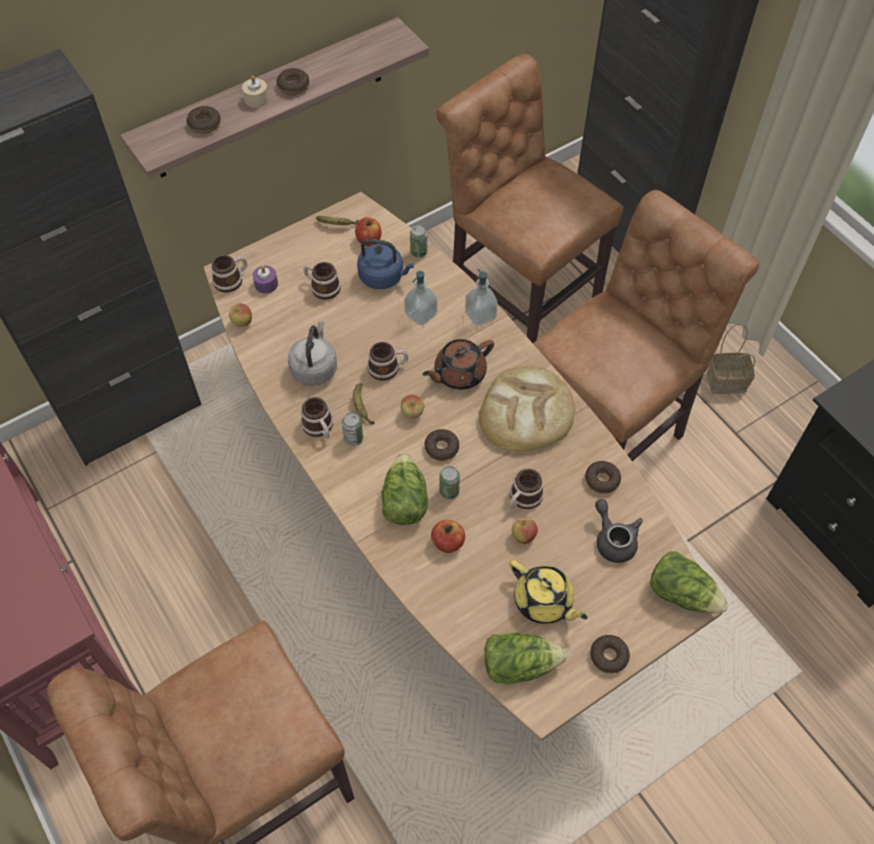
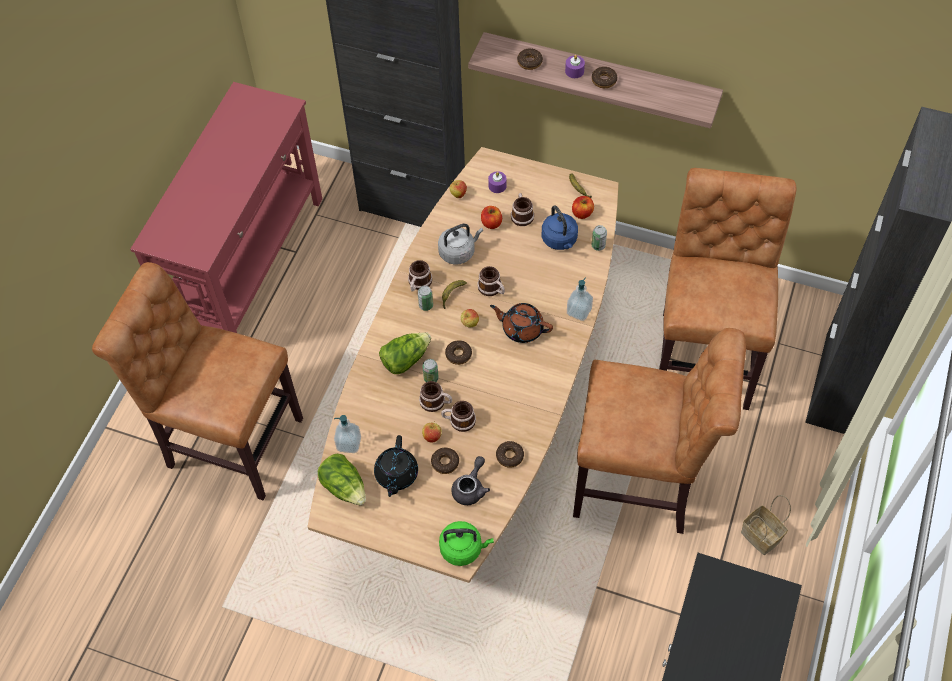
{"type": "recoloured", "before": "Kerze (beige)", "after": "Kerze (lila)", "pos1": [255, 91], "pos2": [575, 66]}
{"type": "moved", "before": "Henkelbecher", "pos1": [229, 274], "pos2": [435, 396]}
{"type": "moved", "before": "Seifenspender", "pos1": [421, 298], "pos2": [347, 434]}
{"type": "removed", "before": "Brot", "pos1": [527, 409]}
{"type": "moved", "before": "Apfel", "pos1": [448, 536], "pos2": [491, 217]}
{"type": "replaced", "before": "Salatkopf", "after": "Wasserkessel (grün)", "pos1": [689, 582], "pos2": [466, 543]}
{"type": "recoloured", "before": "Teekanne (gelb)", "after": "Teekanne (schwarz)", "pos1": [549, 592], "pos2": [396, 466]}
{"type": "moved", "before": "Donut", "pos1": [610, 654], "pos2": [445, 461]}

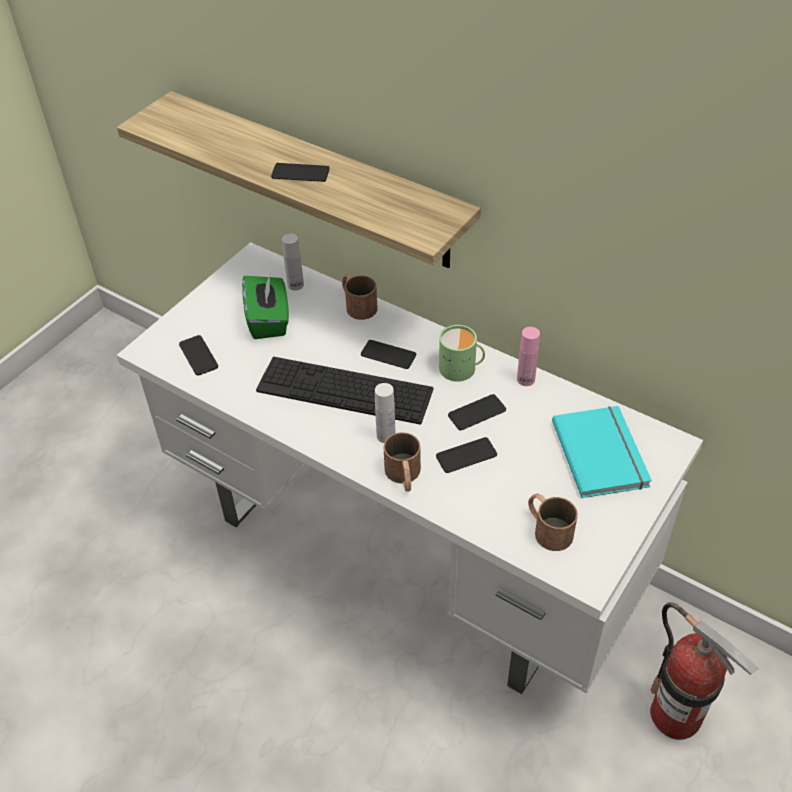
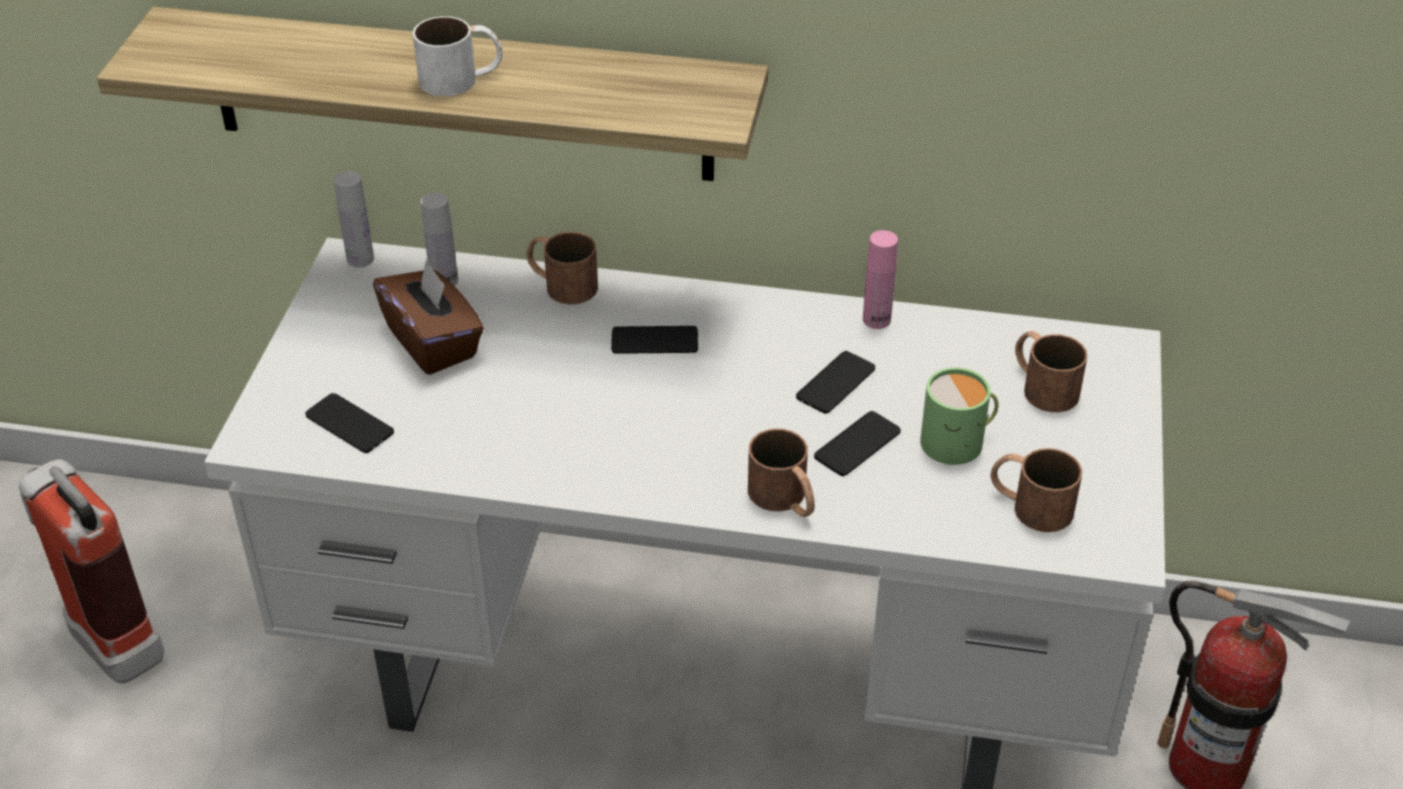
{"type": "replaced", "before": "Handy", "after": "Henkelbecher (weiß)", "pos1": [300, 172], "pos2": [458, 56]}
{"type": "recoloured", "before": "Taschentuchbox (grün)", "after": "Taschentuchbox (braun)", "pos1": [265, 306], "pos2": [428, 317]}
{"type": "moved", "before": "Henkelbecher (grün)", "pos1": [462, 353], "pos2": [959, 416]}
{"type": "removed", "before": "Tastatur", "pos1": [345, 391]}
{"type": "moved", "before": "Flasche (weiß)", "pos1": [385, 413], "pos2": [354, 219]}
{"type": "replaced", "before": "Buch (türkis)", "after": "Henkelbecher (braun)", "pos1": [602, 452], "pos2": [1051, 371]}
{"type": "added", "after": "Feuerlöscher", "pos2": [91, 571]}

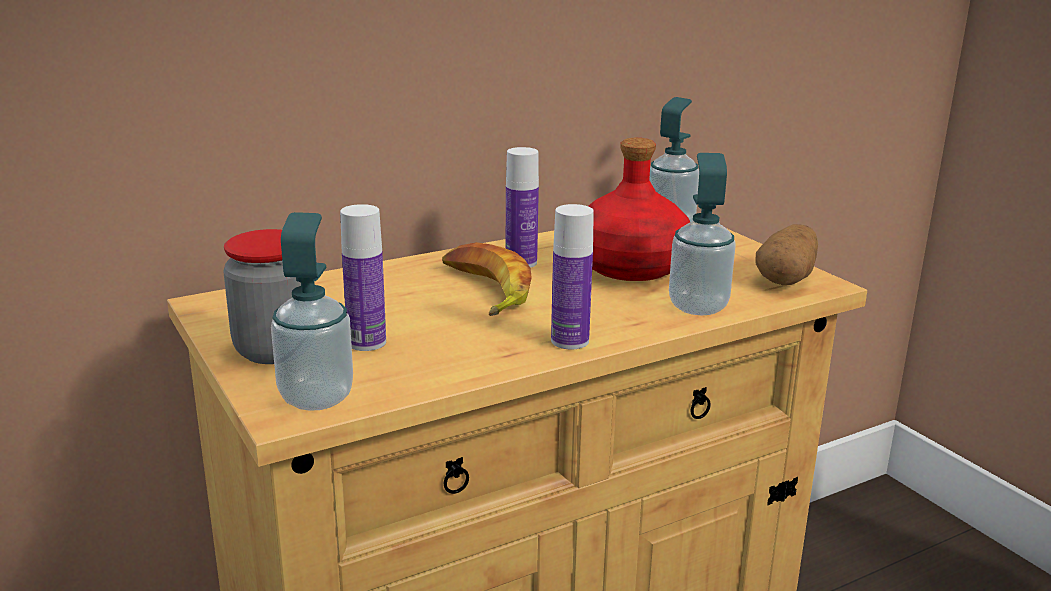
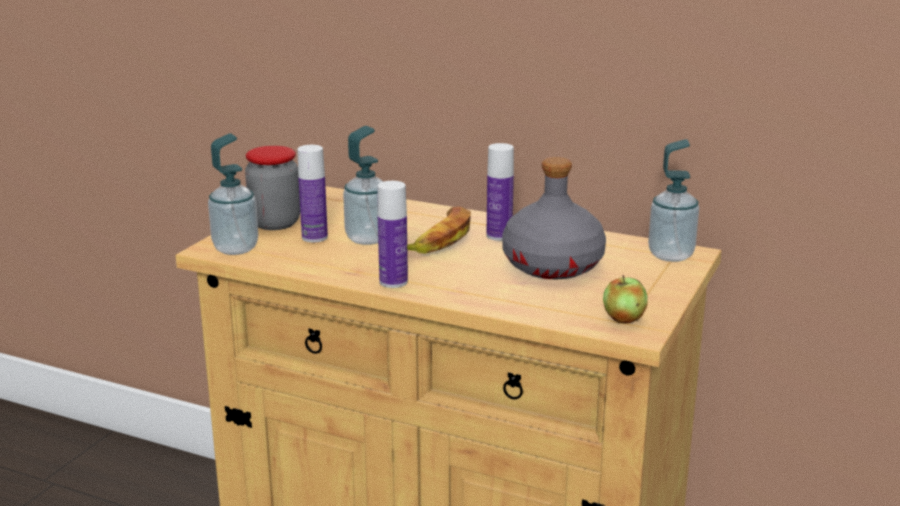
{"type": "recoloured", "before": "Flasche (rot)", "after": "Flasche (grau)", "pos1": [639, 209], "pos2": [554, 218]}
{"type": "moved", "before": "Seifenspender", "pos1": [702, 234], "pos2": [363, 185]}
{"type": "replaced", "before": "Kartoffel", "after": "Apfel", "pos1": [786, 254], "pos2": [625, 299]}

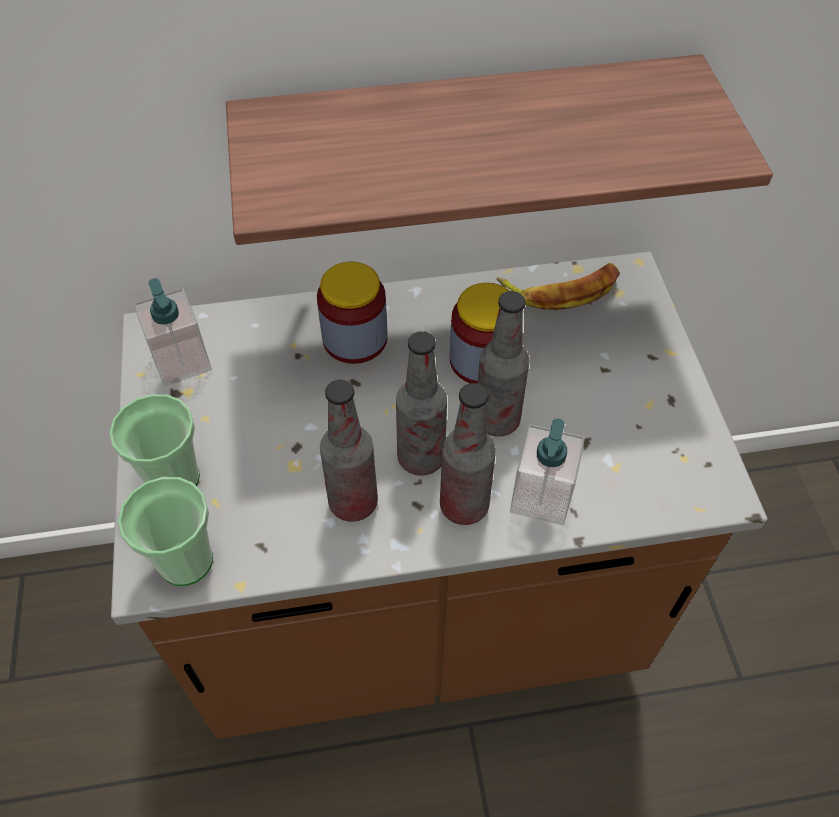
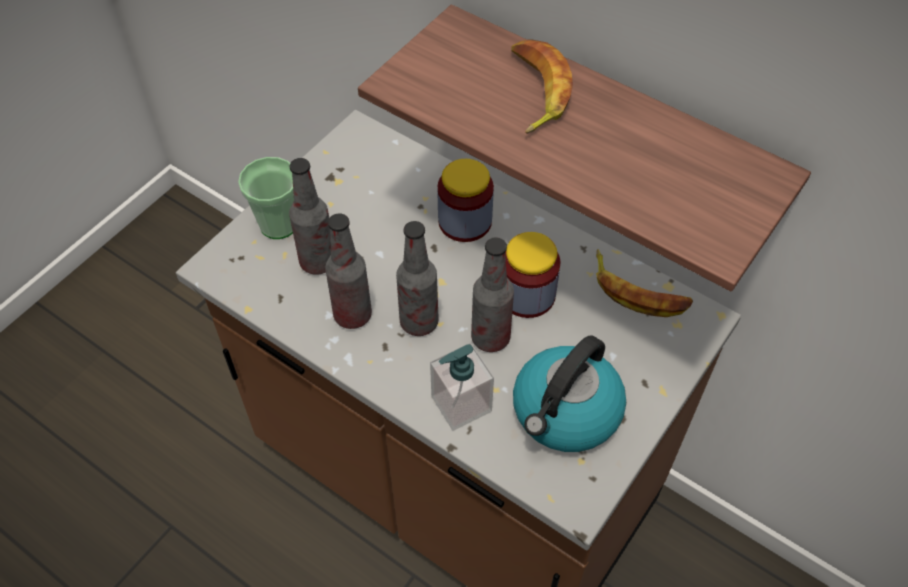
{"type": "removed", "before": "Seifenspender", "pos1": [173, 332]}
{"type": "moved", "before": "Flasche", "pos1": [468, 454], "pos2": [310, 216]}
{"type": "removed", "before": "Tasse", "pos1": [165, 531]}
{"type": "added", "after": "Banane", "pos2": [542, 86]}
{"type": "added", "after": "Wasserkessel", "pos2": [569, 394]}

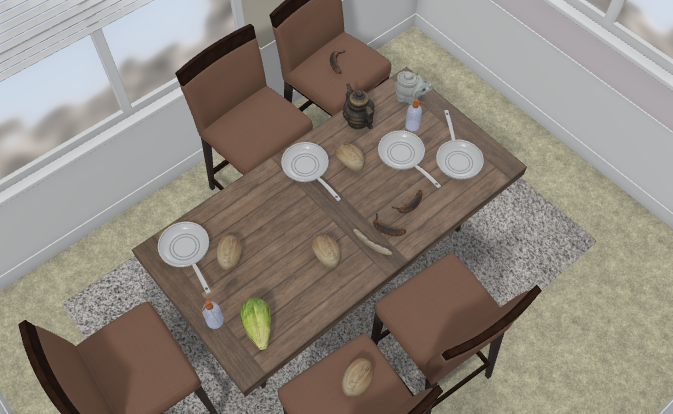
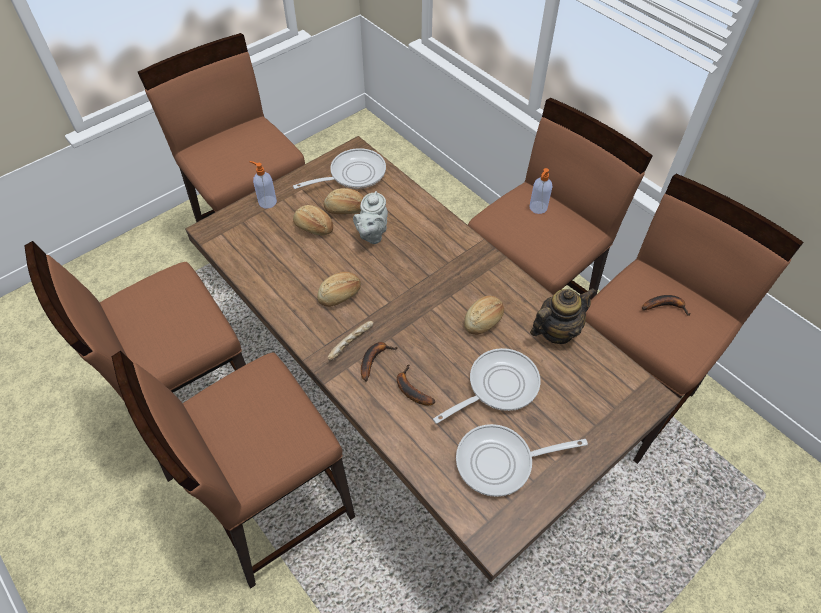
{"type": "moved", "before": "Teekanne (grau)", "pos1": [414, 88], "pos2": [370, 217]}
{"type": "moved", "before": "Seifenspender", "pos1": [414, 114], "pos2": [540, 191]}
{"type": "removed", "before": "Pfanne", "pos1": [311, 171]}
{"type": "removed", "before": "Salatkopf", "pos1": [255, 324]}
{"type": "moved", "before": "Brot", "pos1": [357, 377], "pos2": [313, 220]}

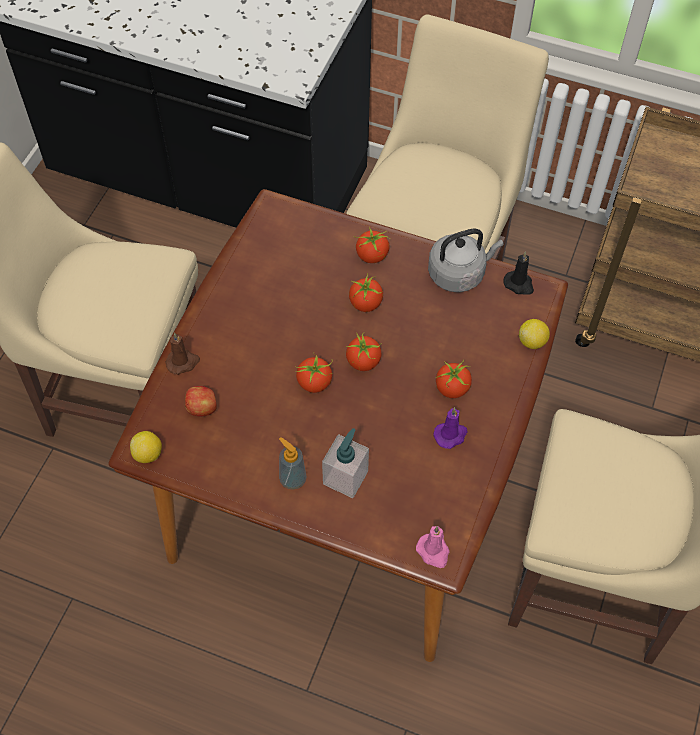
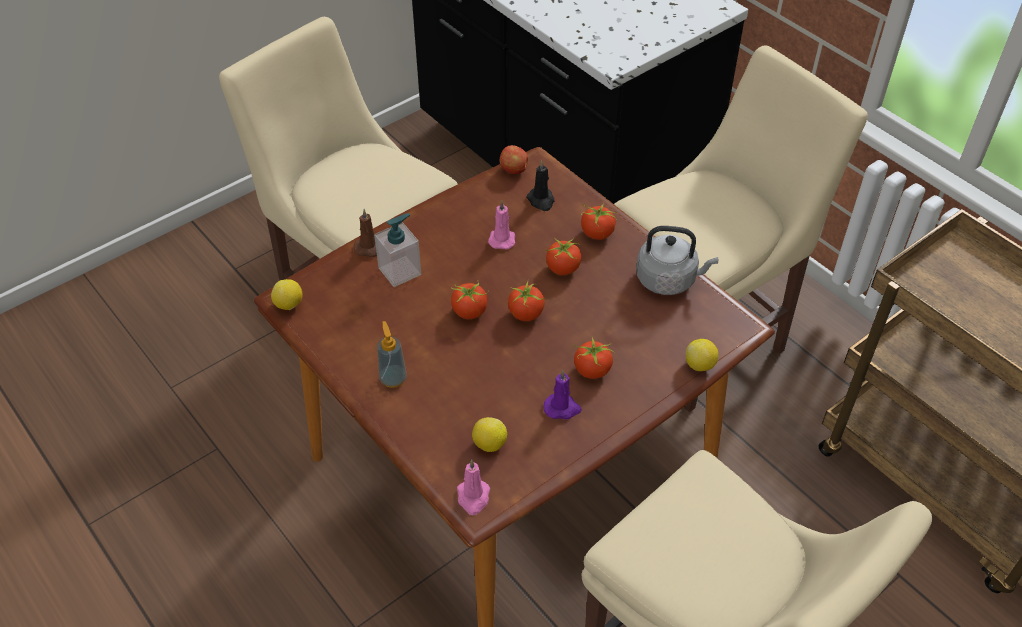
{"type": "moved", "before": "Kerze (schwarz)", "pos1": [518, 272], "pos2": [540, 186]}
{"type": "moved", "before": "Apfel", "pos1": [201, 401], "pos2": [513, 159]}
{"type": "moved", "before": "Seifenspender", "pos1": [345, 463], "pos2": [397, 250]}
{"type": "added", "after": "Kerze (rosa)", "pos2": [501, 225]}
{"type": "added", "after": "Zitrone", "pos2": [489, 434]}

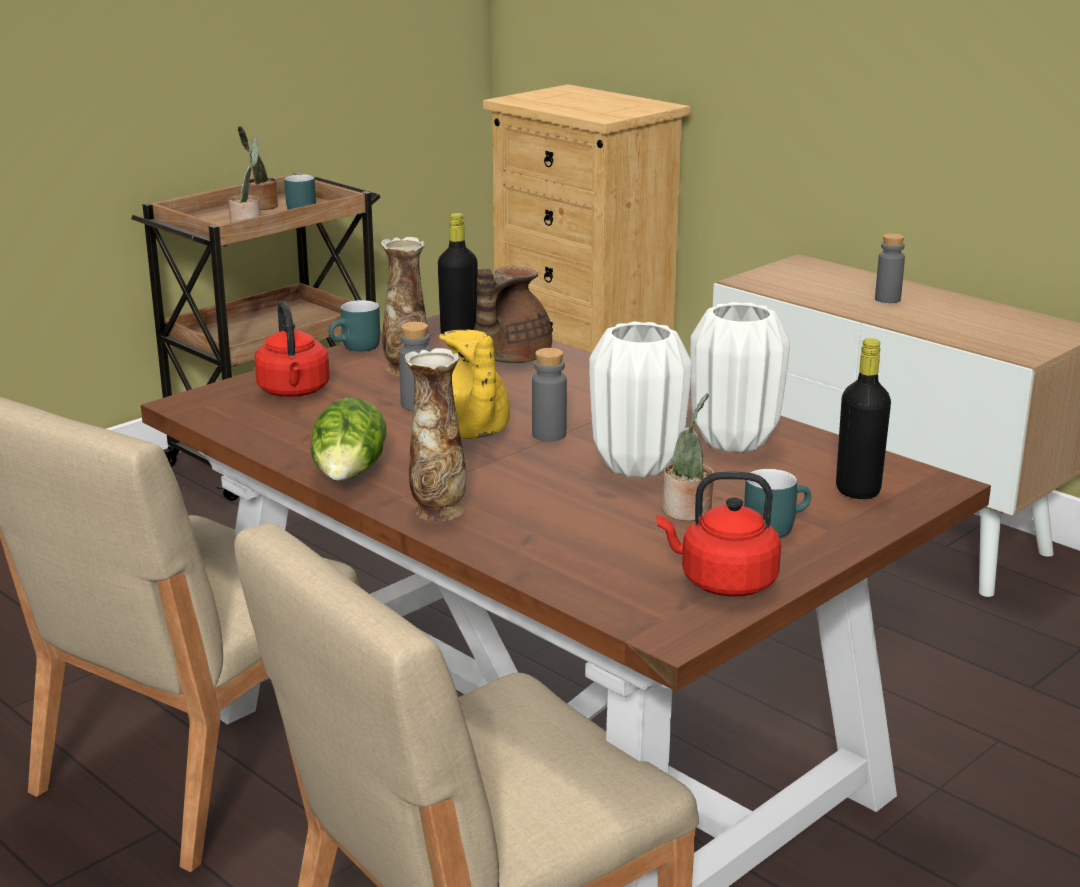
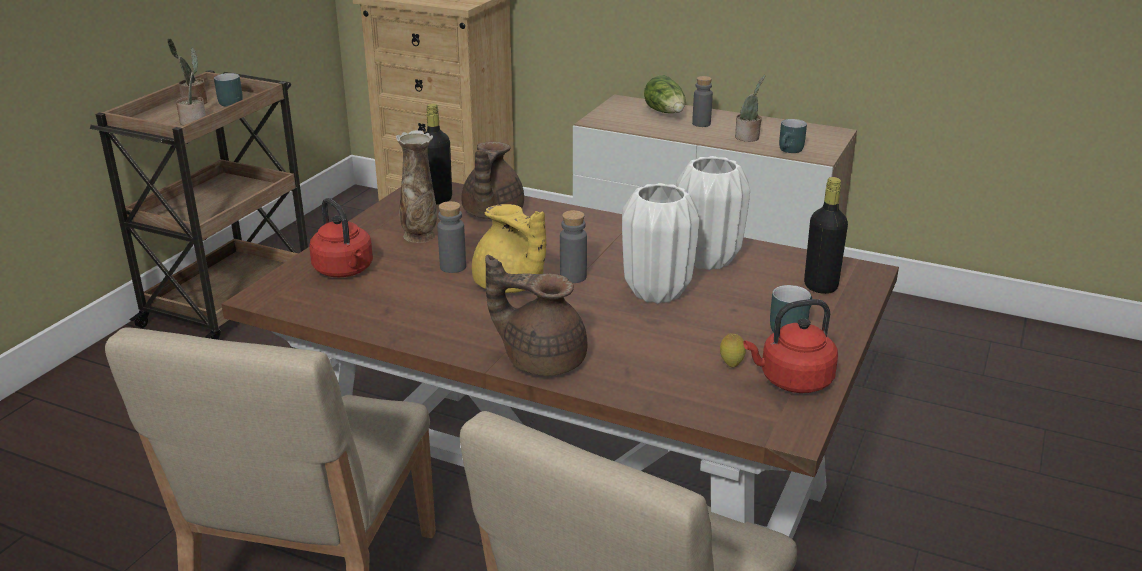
{"type": "moved", "before": "Henkelbecher (türkis)", "pos1": [354, 325], "pos2": [793, 136]}
{"type": "replaced", "before": "Vase", "after": "Teekanne (braun)", "pos1": [435, 434], "pos2": [536, 315]}
{"type": "moved", "before": "Topfpflanze", "pos1": [688, 457], "pos2": [750, 108]}
{"type": "moved", "before": "Salatkopf", "pos1": [348, 439], "pos2": [665, 94]}
{"type": "added", "after": "Zitrone", "pos2": [733, 350]}

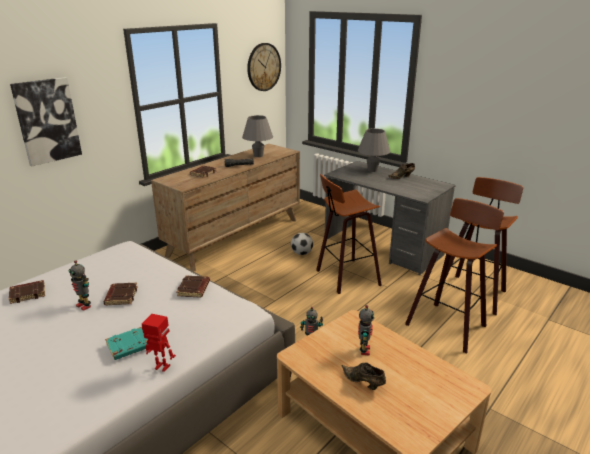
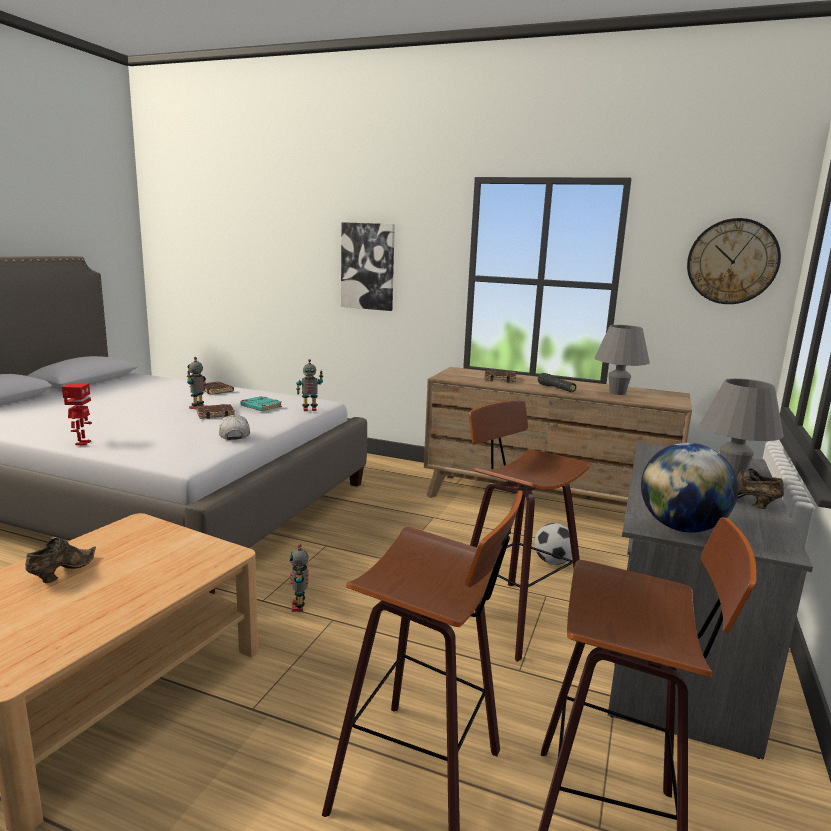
{"type": "replaced", "before": "Buch (braun)", "after": "Kappe (weiß)", "pos1": [193, 286], "pos2": [234, 427]}
{"type": "moved", "before": "Spielzeugroboter", "pos1": [366, 330], "pos2": [309, 385]}
{"type": "moved", "before": "Buch (türkis)", "pos1": [126, 343], "pos2": [261, 403]}
{"type": "added", "after": "Globus", "pos2": [689, 488]}

